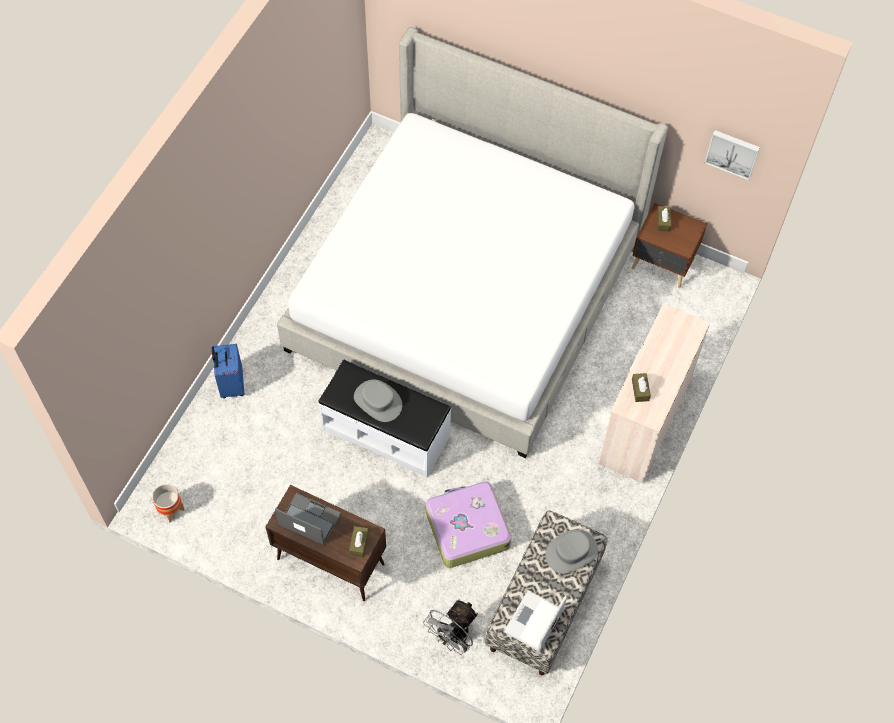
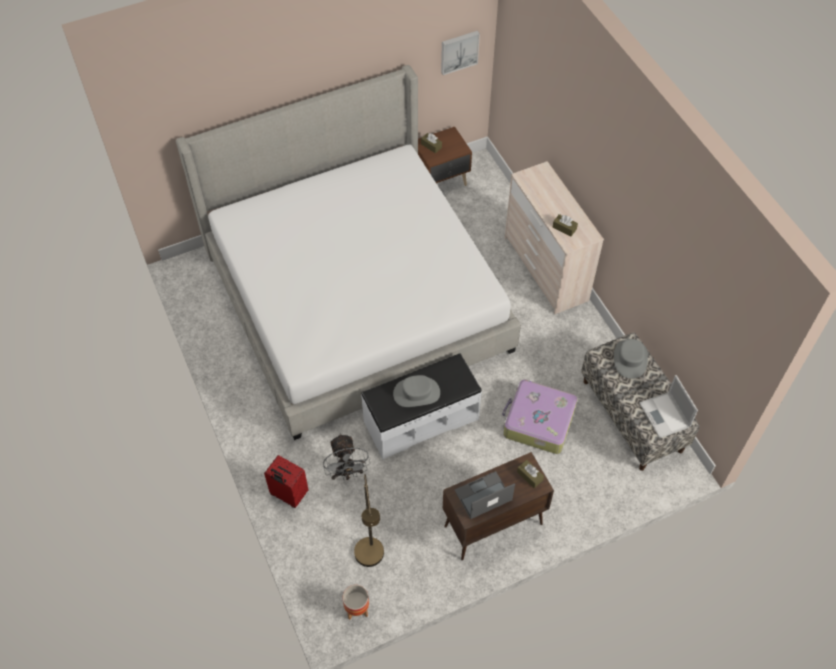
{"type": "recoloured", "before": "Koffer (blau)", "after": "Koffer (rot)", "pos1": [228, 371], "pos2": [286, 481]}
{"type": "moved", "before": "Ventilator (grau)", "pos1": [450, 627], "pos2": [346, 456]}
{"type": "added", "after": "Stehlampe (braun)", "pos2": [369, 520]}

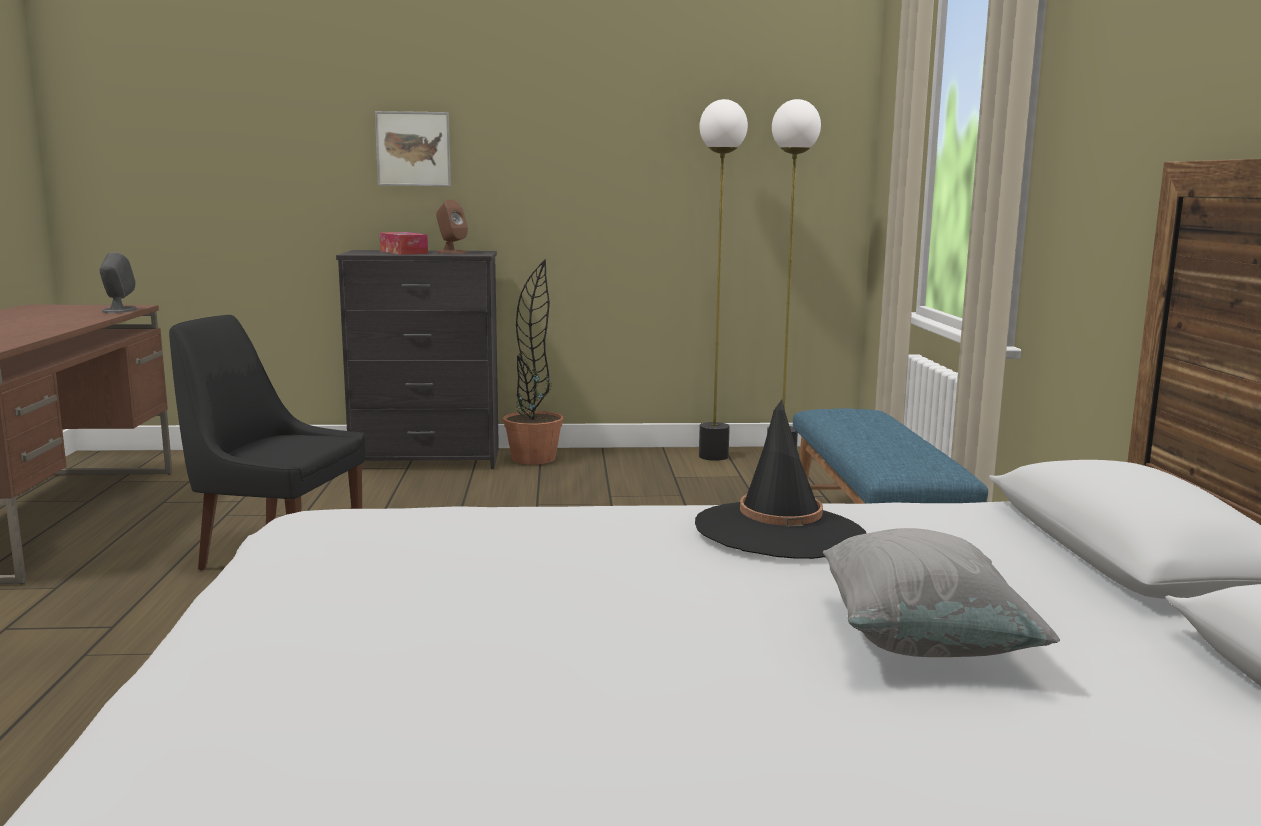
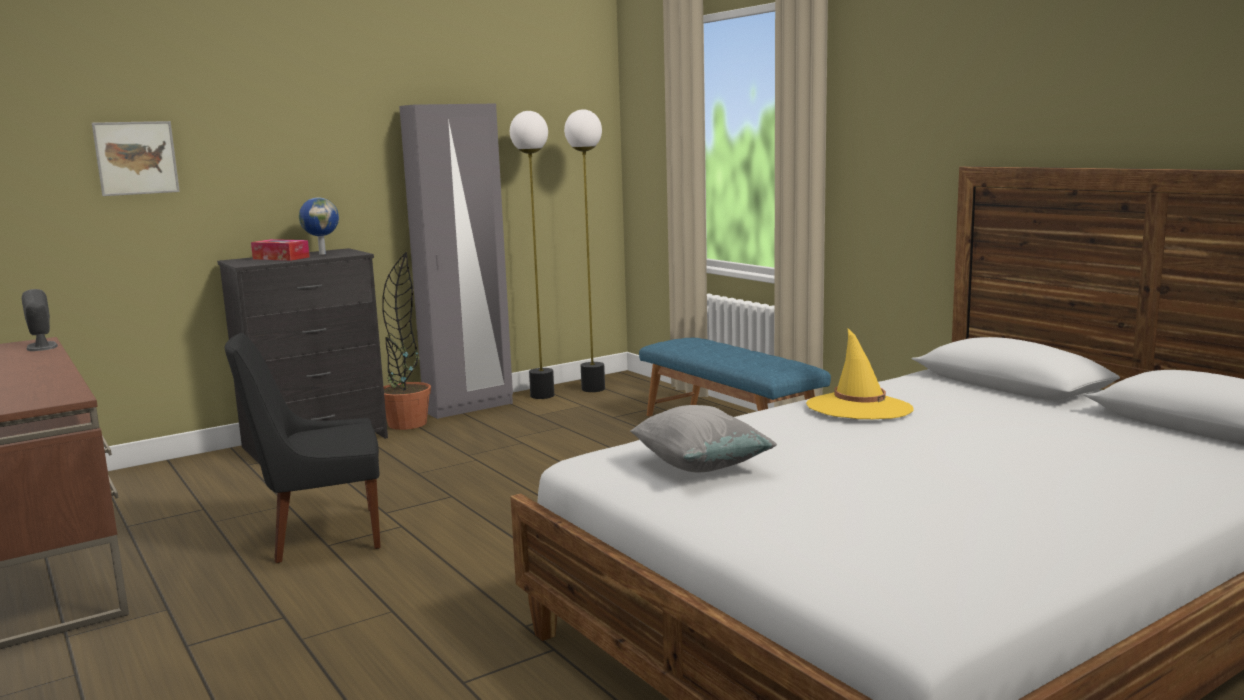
{"type": "moved", "before": "Bild", "pos1": [413, 148], "pos2": [136, 158]}
{"type": "replaced", "before": "Lautsprecher (braun)", "after": "Globus", "pos1": [452, 226], "pos2": [319, 226]}
{"type": "recoloured", "before": "Hut (schwarz)", "after": "Hut (gelb)", "pos1": [780, 479], "pos2": [859, 374]}
{"type": "moved", "before": "Kissen (grau)", "pos1": [941, 592], "pos2": [703, 438]}
{"type": "added", "after": "Kleiderschrank (grau)", "pos2": [456, 261]}

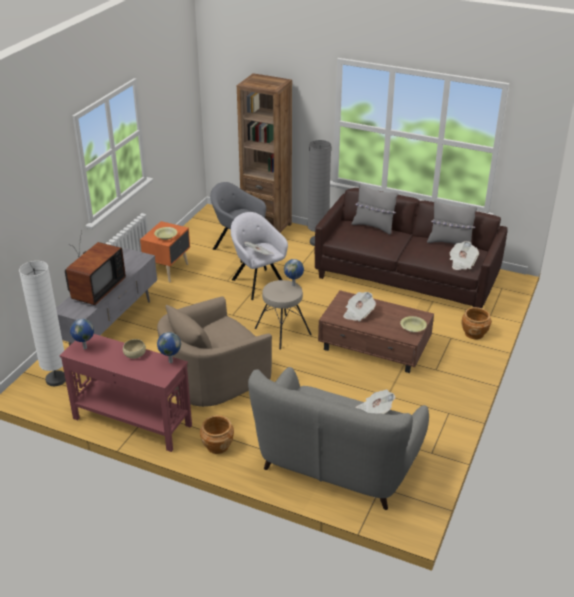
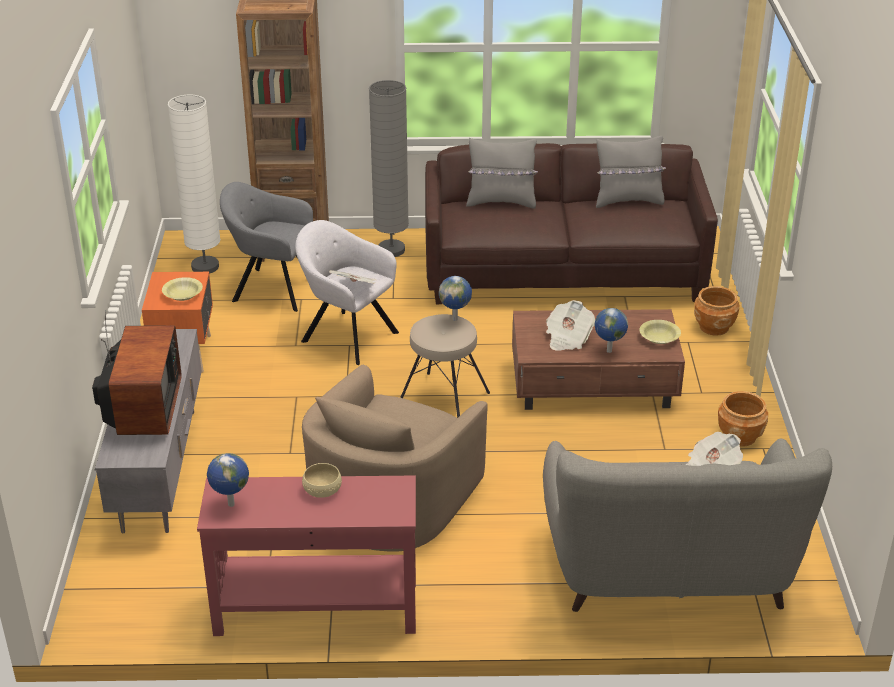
{"type": "removed", "before": "Zeitung", "pos1": [464, 255]}
{"type": "moved", "before": "Stehlampe (weiß)", "pos1": [42, 323], "pos2": [194, 184]}
{"type": "moved", "before": "Globus", "pos1": [169, 347], "pos2": [611, 330]}
{"type": "moved", "before": "Pflanzkübel (braun)", "pos1": [217, 434], "pos2": [743, 419]}

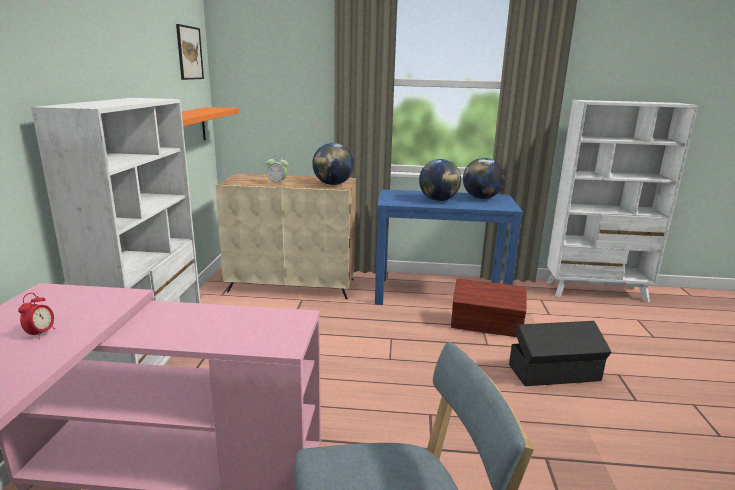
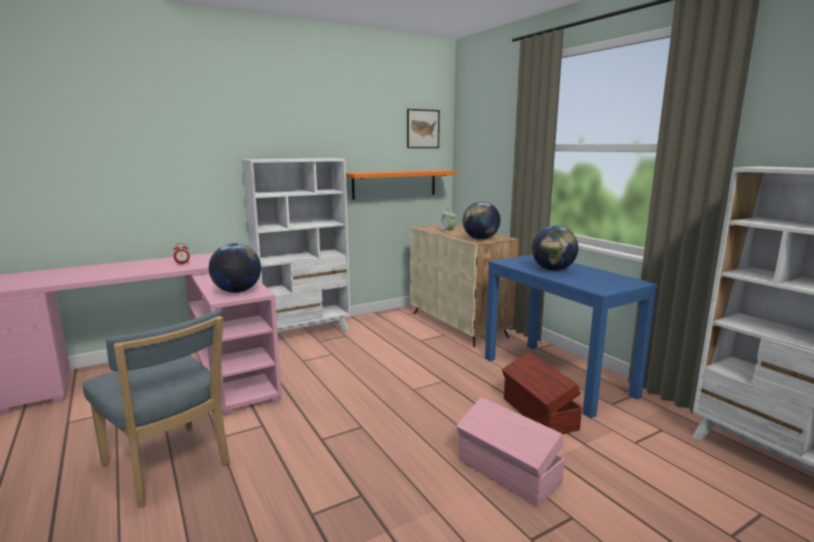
{"type": "moved", "before": "Globus", "pos1": [484, 178], "pos2": [235, 268]}
{"type": "recoloured", "before": "Aufbewahrungsbox (schwarz)", "after": "Aufbewahrungsbox (rosa)", "pos1": [560, 353], "pos2": [510, 451]}

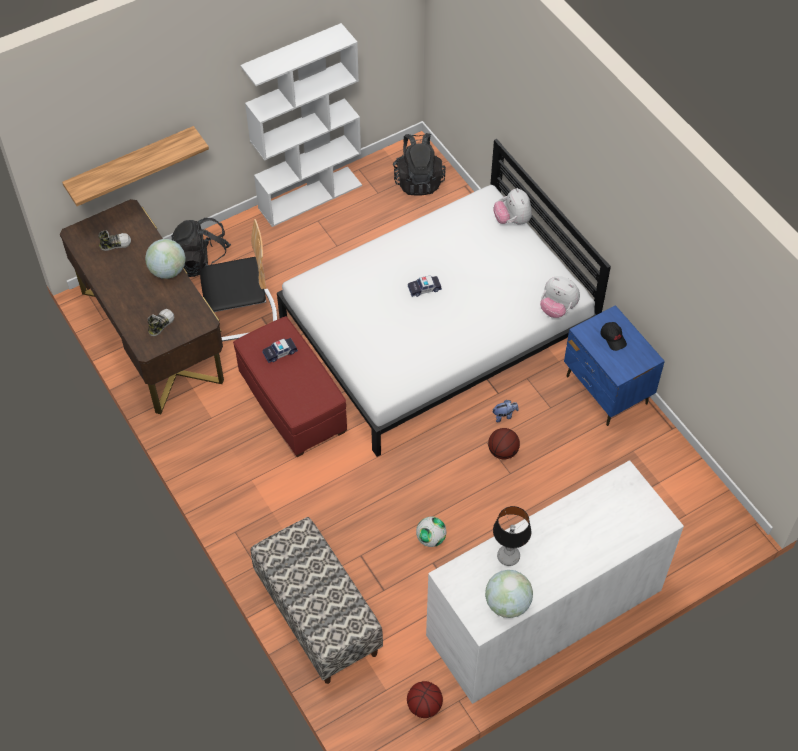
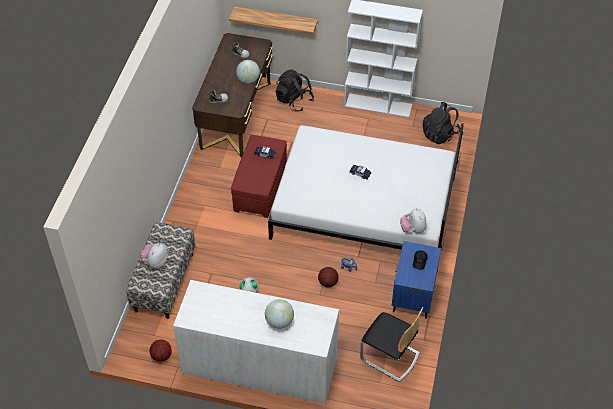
{"type": "moved", "before": "Plüschtier", "pos1": [512, 206], "pos2": [154, 256]}
{"type": "moved", "before": "Stuhl", "pos1": [238, 280], "pos2": [391, 344]}
{"type": "removed", "before": "Tischlampe", "pos1": [512, 536]}
{"type": "moved", "before": "Globus", "pos1": [509, 594], "pos2": [279, 314]}

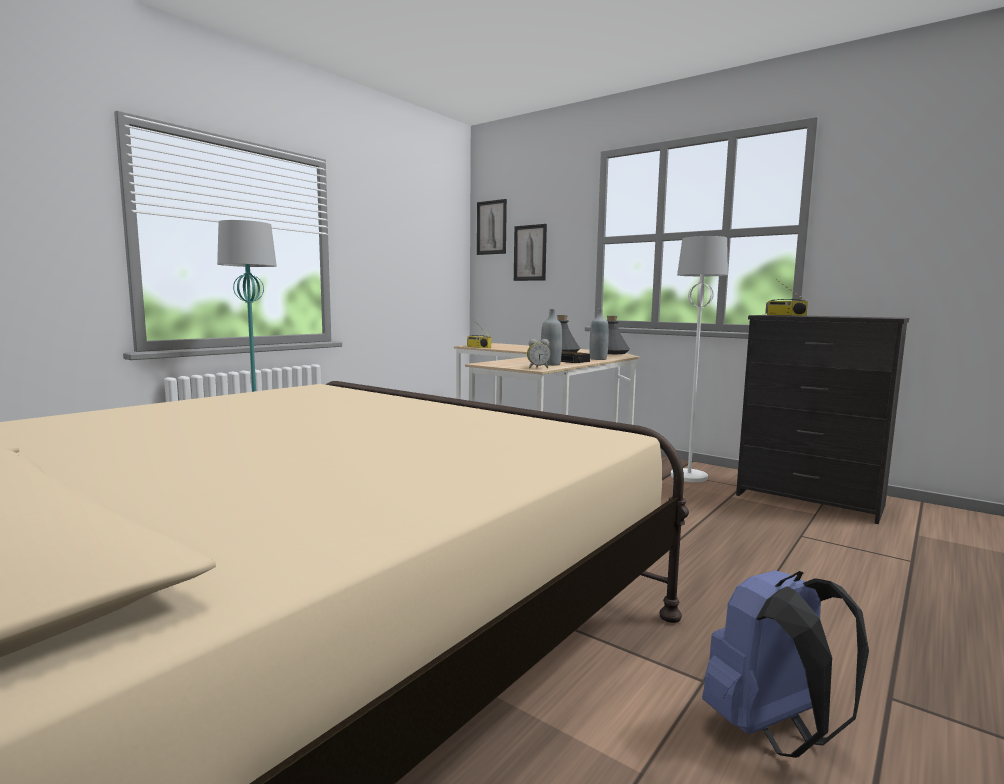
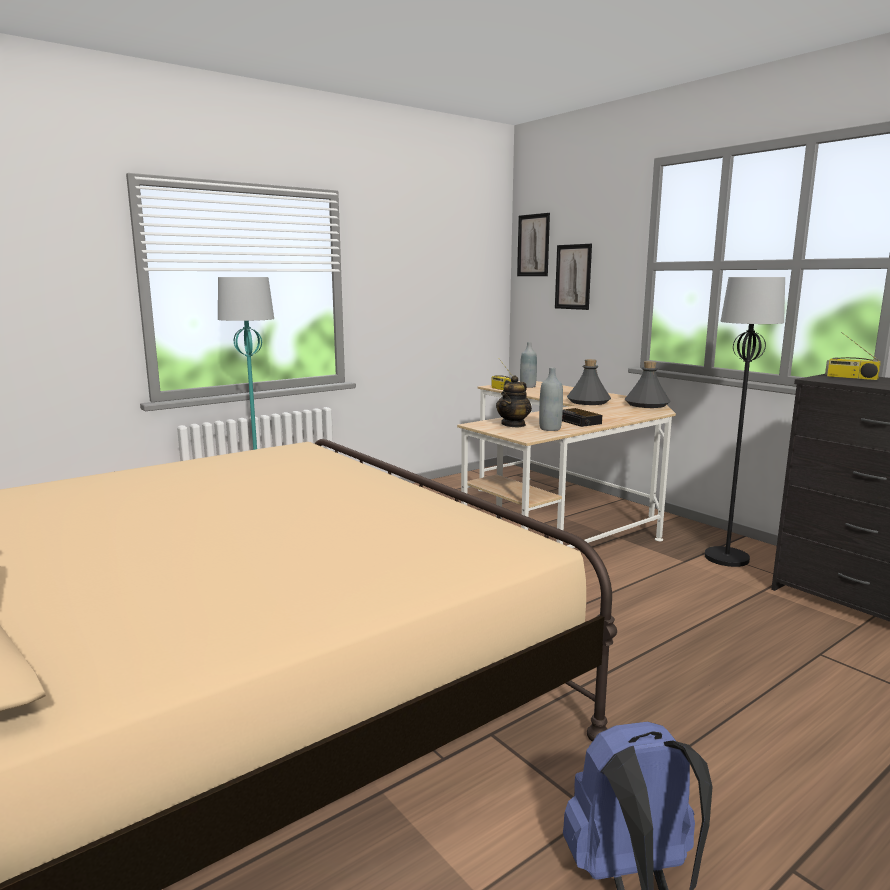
{"type": "recoloured", "before": "Stehlampe (weiß)", "after": "Stehlampe (schwarz)", "pos1": [699, 359], "pos2": [745, 422]}
{"type": "moved", "before": "Flasche (grau)", "pos1": [599, 334], "pos2": [528, 365]}
{"type": "removed", "before": "Wecker", "pos1": [539, 353]}
{"type": "added", "after": "Teekanne", "pos2": [514, 401]}

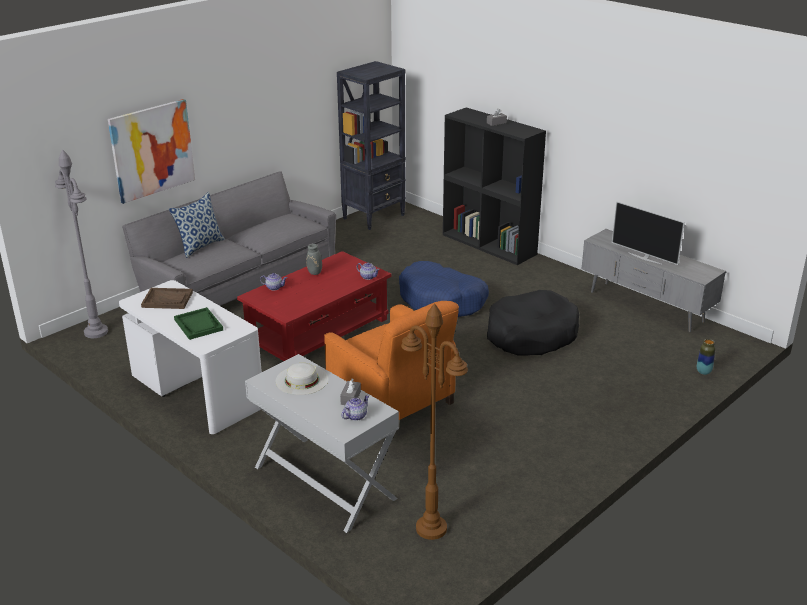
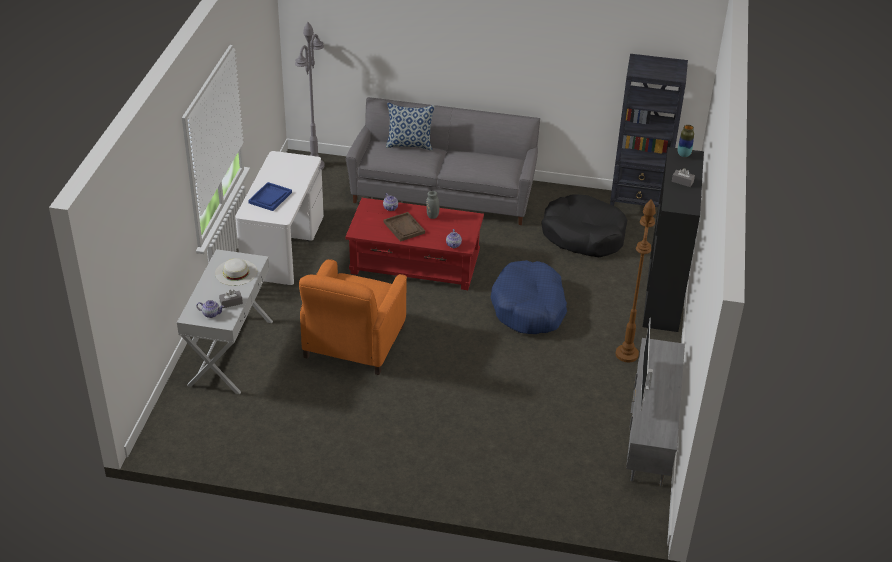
{"type": "removed", "before": "Bild", "pos1": [151, 151]}
{"type": "moved", "before": "Tablett (braun)", "pos1": [167, 298], "pos2": [404, 227]}
{"type": "moved", "before": "Hundebett (schwarz)", "pos1": [533, 323], "pos2": [584, 225]}
{"type": "moved", "before": "Stehlampe (braun)", "pos1": [434, 421], "pos2": [636, 281]}
{"type": "recoloured", "before": "Tablett (grün)", "after": "Tablett (blau)", "pos1": [198, 323], "pos2": [270, 196]}
{"type": "moved", "before": "Vase", "pos1": [706, 357], "pos2": [686, 141]}

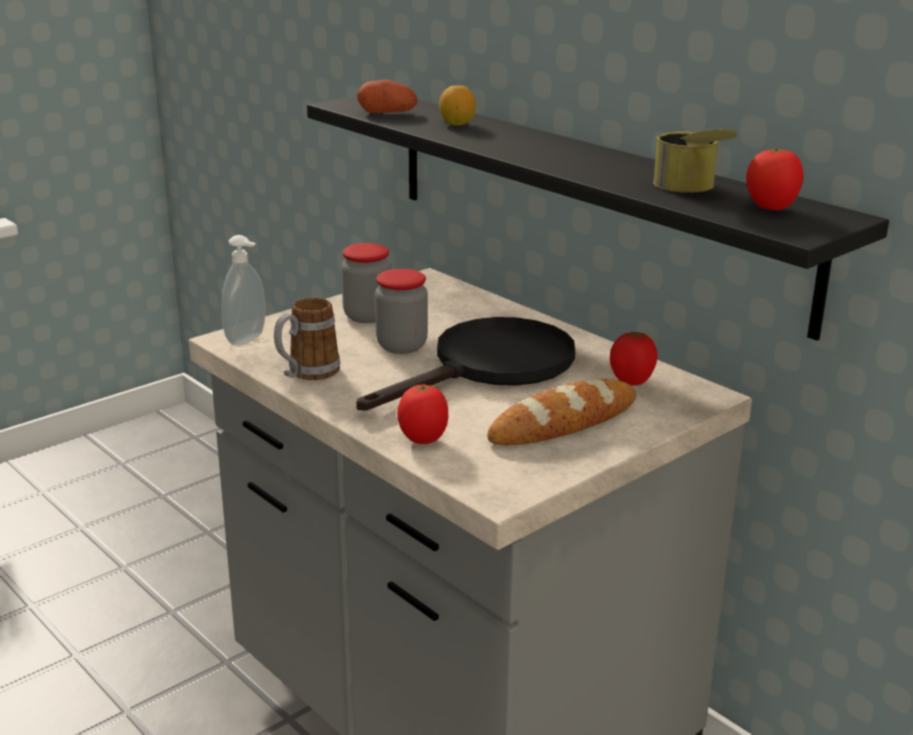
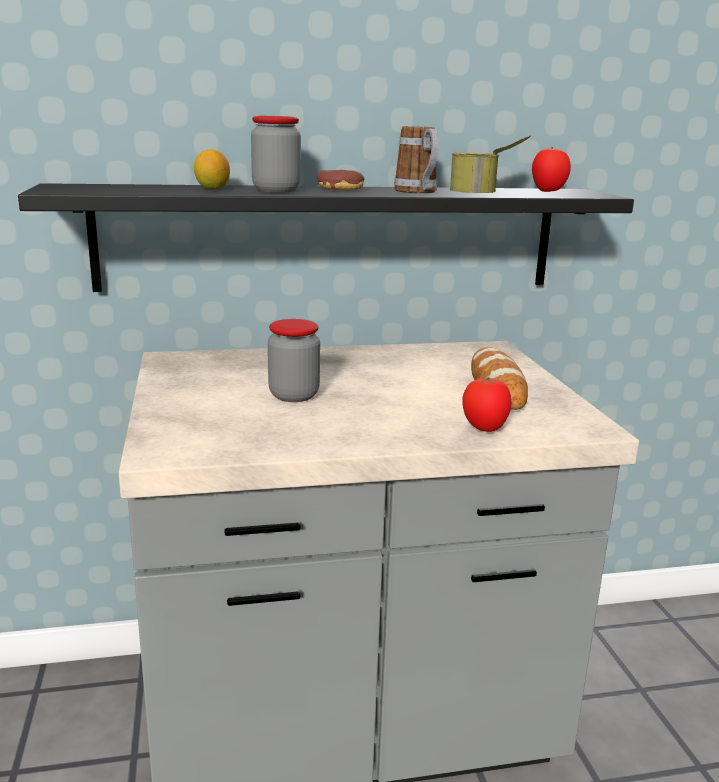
{"type": "removed", "before": "Kartoffel", "pos1": [387, 97]}
{"type": "removed", "before": "Seifenspender", "pos1": [243, 290]}
{"type": "moved", "before": "Vorratsglas", "pos1": [366, 283], "pos2": [276, 154]}
{"type": "moved", "before": "Henkelbecher", "pos1": [307, 338], "pos2": [416, 159]}
{"type": "removed", "before": "Pfanne (schwarz)", "pos1": [465, 363]}
{"type": "removed", "before": "Tomate", "pos1": [634, 358]}
{"type": "added", "after": "Donut", "pos2": [341, 180]}

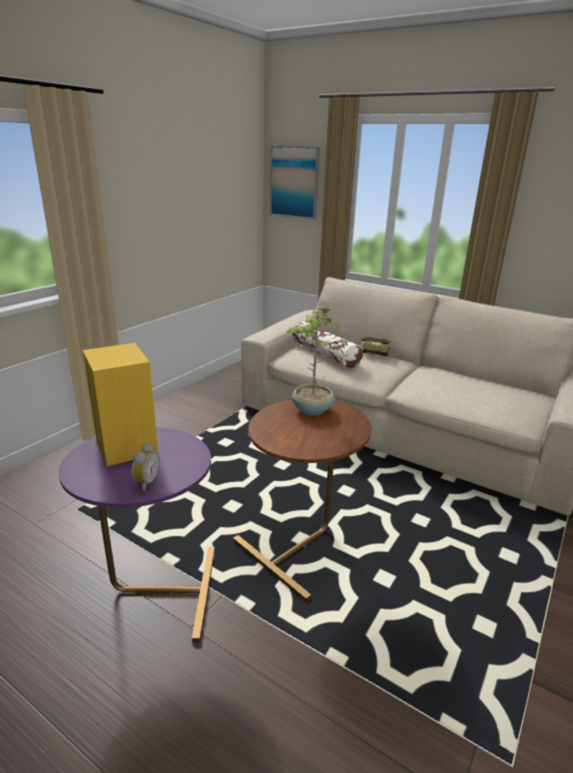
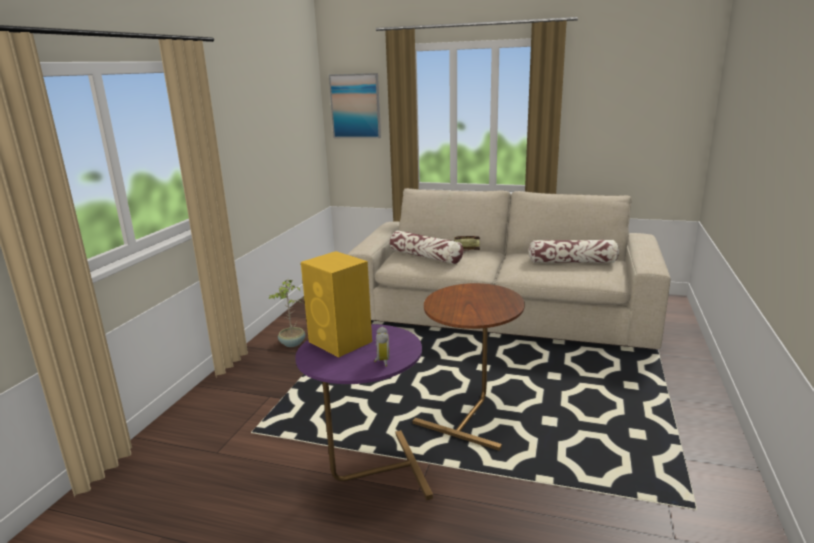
{"type": "moved", "before": "Topfpflanze", "pos1": [317, 360], "pos2": [287, 313]}
{"type": "added", "after": "Kissen", "pos2": [573, 251]}

